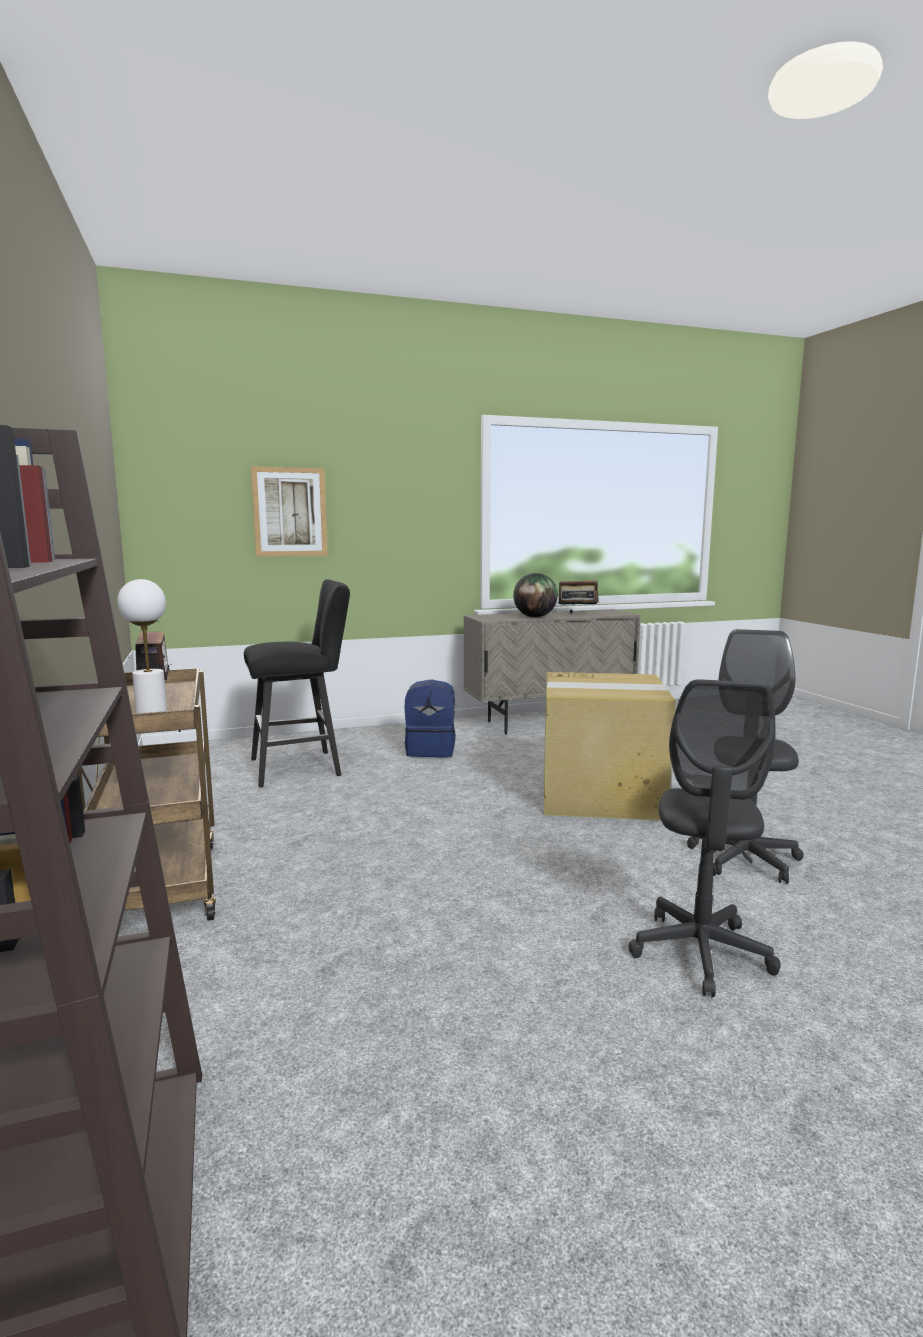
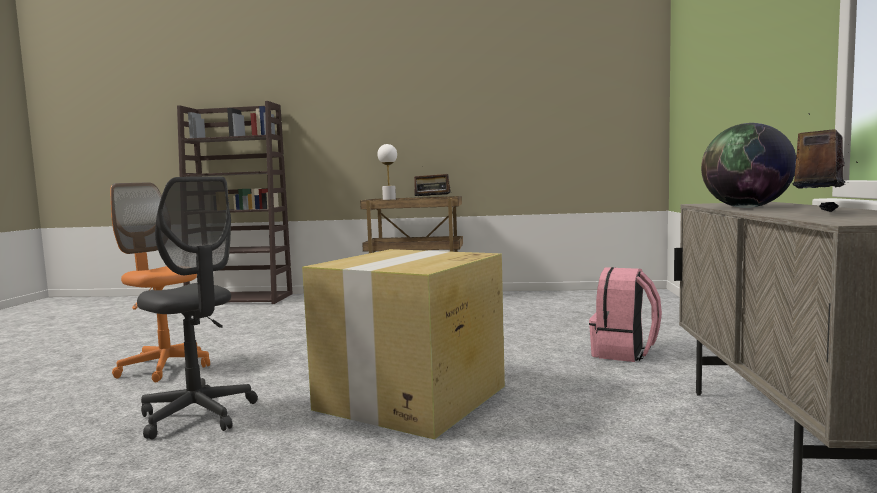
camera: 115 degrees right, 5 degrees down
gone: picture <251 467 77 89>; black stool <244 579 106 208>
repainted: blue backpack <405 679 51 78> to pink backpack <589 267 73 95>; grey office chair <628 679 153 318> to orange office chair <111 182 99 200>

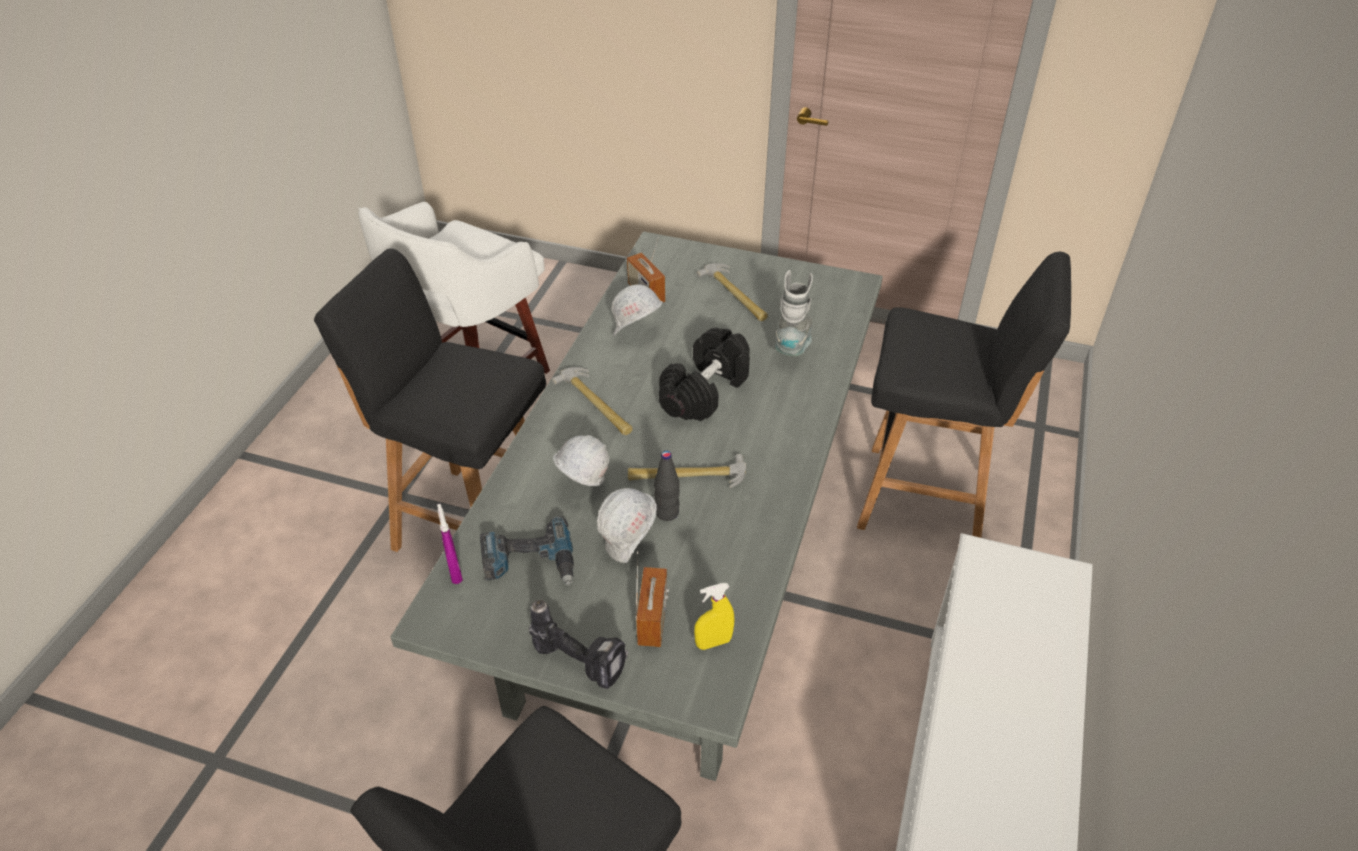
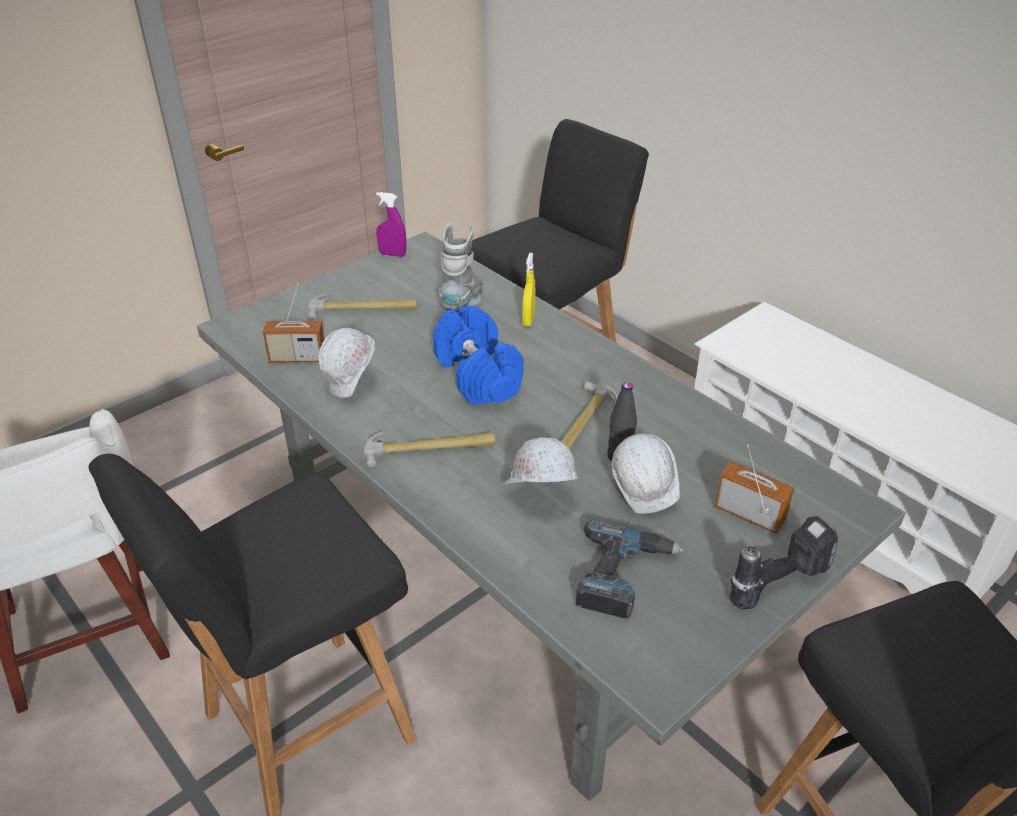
camera: 60 degrees left, 5 degrees down
shifted: purple spray bottle <437 504 26 80> to <376 192 30 65>; yellow spray bottle <694 583 40 67> to <522 253 13 74>
repainted: black dumbbell <659 328 91 93> to blue dumbbell <433 305 90 100>
rotated: grey boot <775 270 38 86> = <439 223 44 90> 60 degrees clockwise

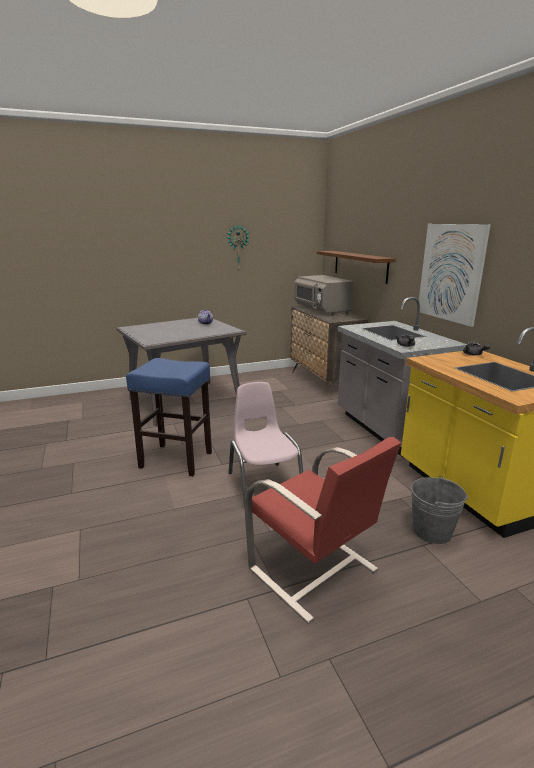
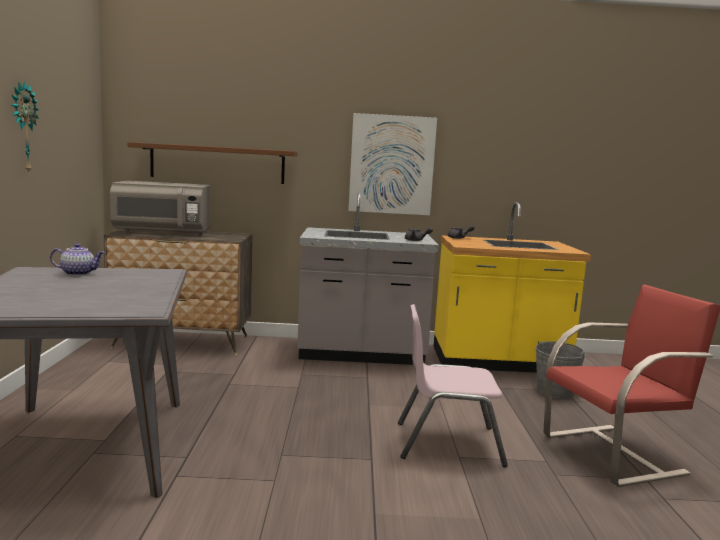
camera: 70 degrees left, 10 degrees down
gone: blue stool <126 358 86 118>

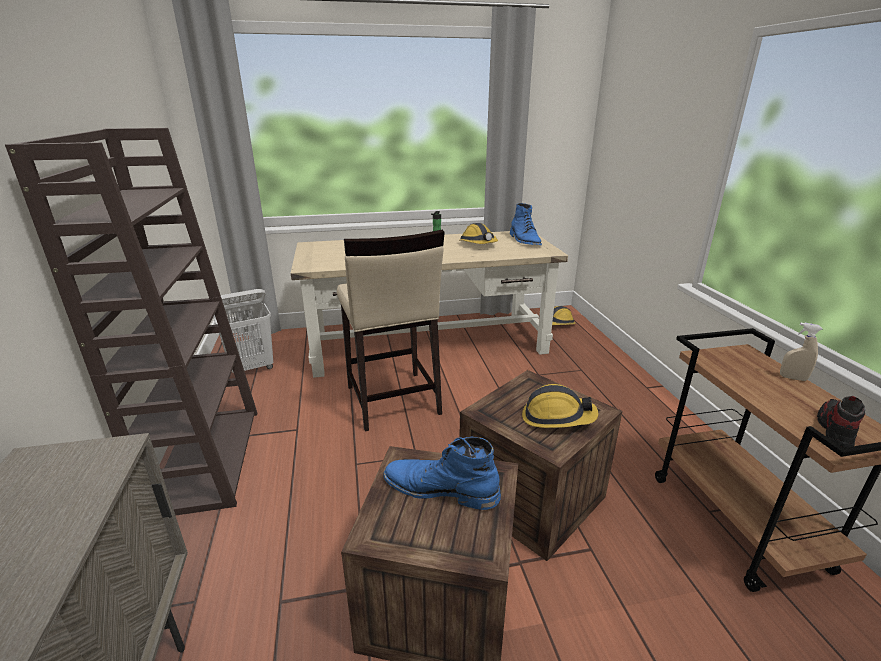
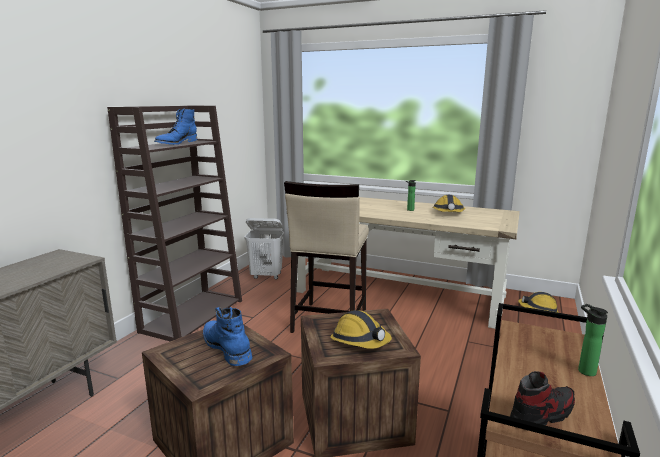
camera: 35 degrees right, 10 degrees down
shifted: blue boot <510 203 32 42> to <154 109 43 36>
swapped: beige spray bottle <780 323 43 58> to bottle <578 304 30 72>

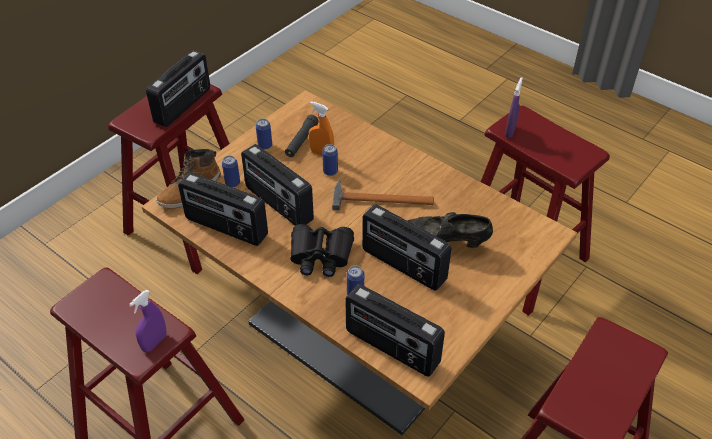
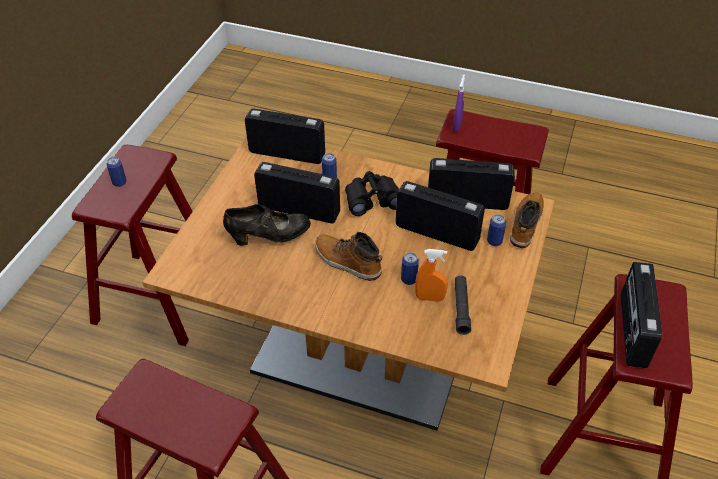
camera: 160 degrees right, 0 degrees up
gone: purple spray bottle <505 77 18 61>
shifted: can <256 118 16 32> to <106 157 21 30>
swapped: hammer <332 180 102 31> to boot <315 232 68 49>

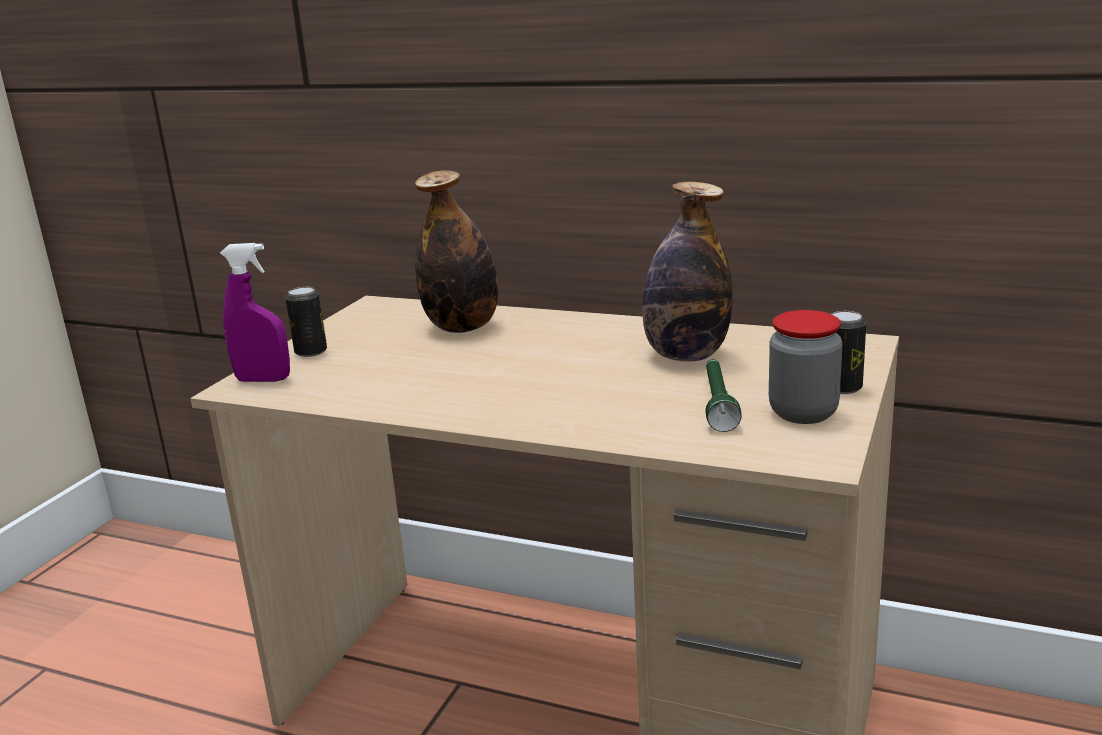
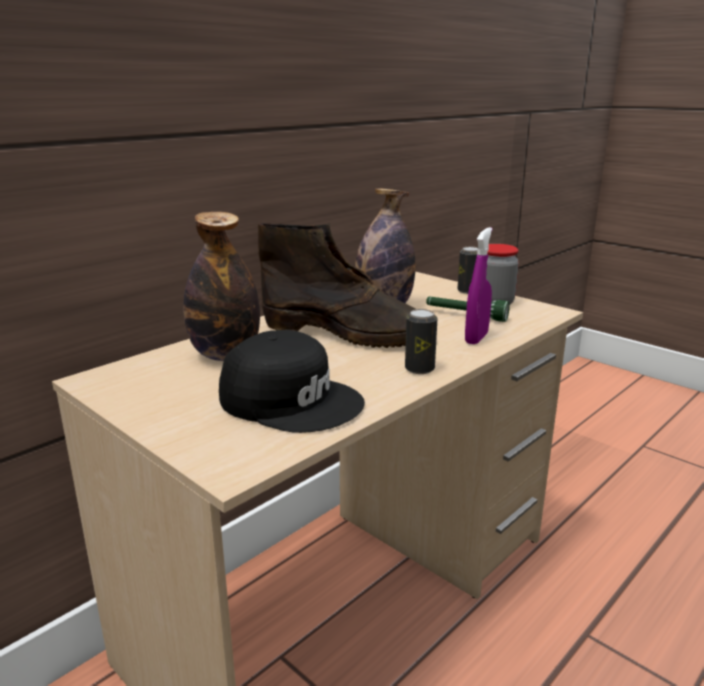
camera: 70 degrees left, 0 degrees up
new: brown boot <258 223 158 125>; black cap <219 330 146 103>
shifted: purple spray bottle <220 243 70 139> to <465 227 27 117>; can <285 287 42 70> to <405 309 33 65>

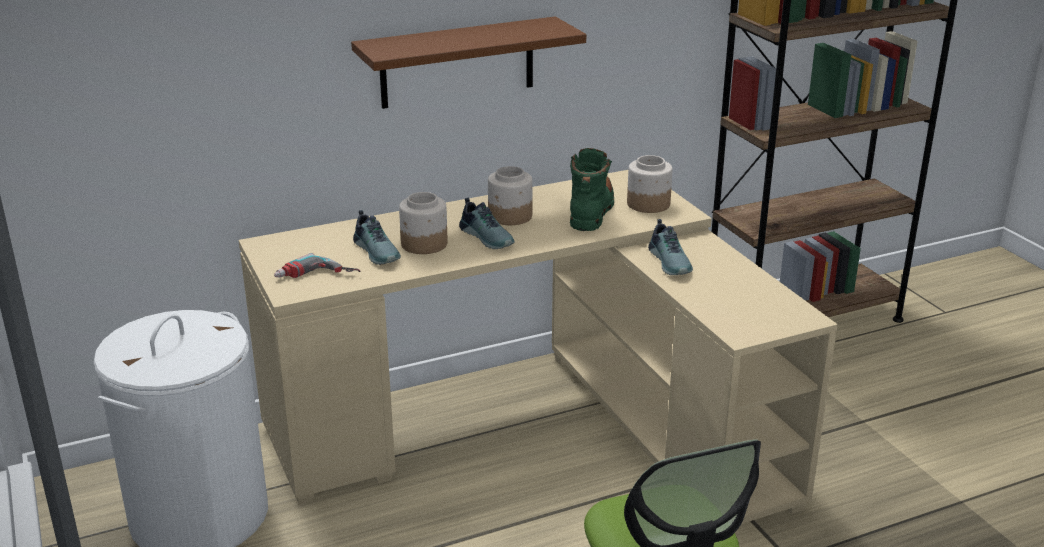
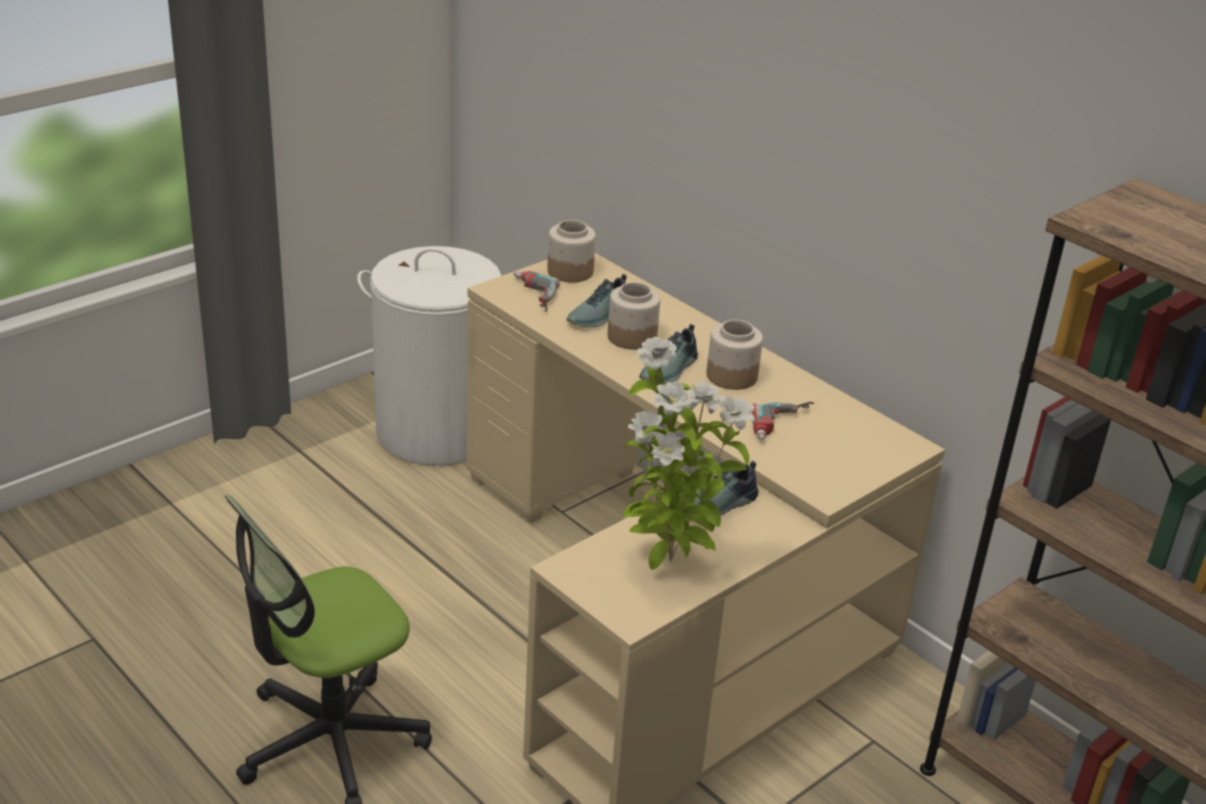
camera: 70 degrees right, 5 degrees up
gone: brown shelf <351 17 235 92>
new: potted plant <623 337 132 233>
shifted: jar <627 155 46 58> to <547 220 49 63>
swapped: green boot <570 148 44 83> to power drill <752 402 62 39>

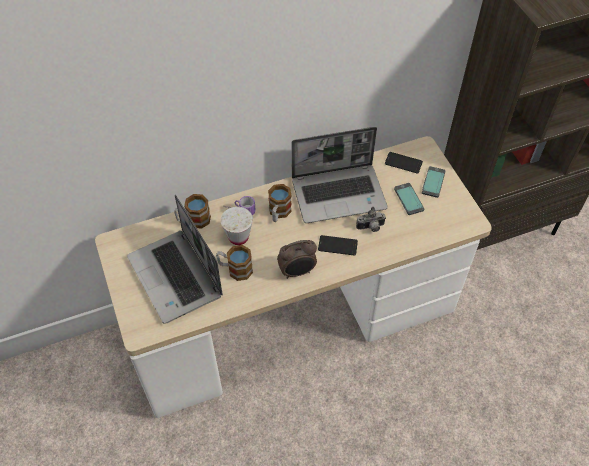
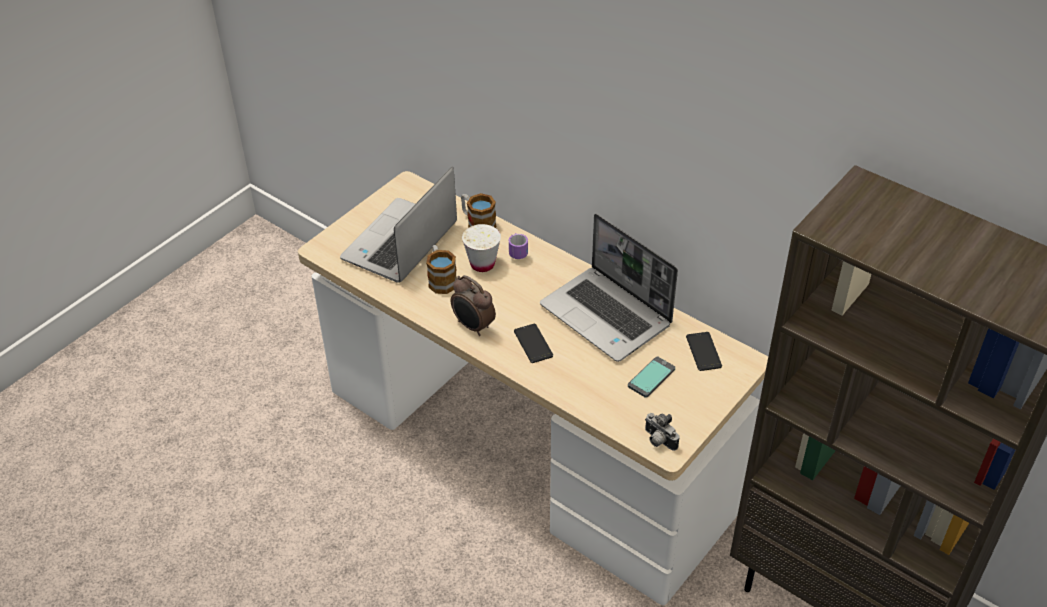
camera: 60 degrees right, 10 degrees down
gone: phone <422 166 24 32>; mug <268 184 24 38>
shifted: photo camera <356 207 30 25> to <645 413 34 38>

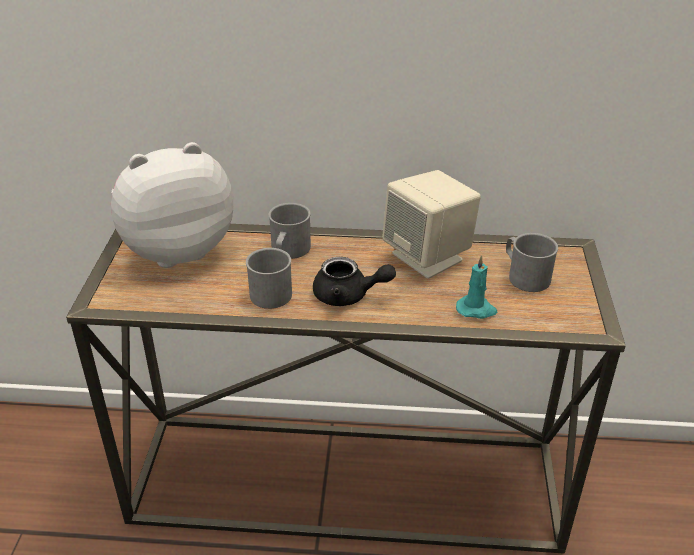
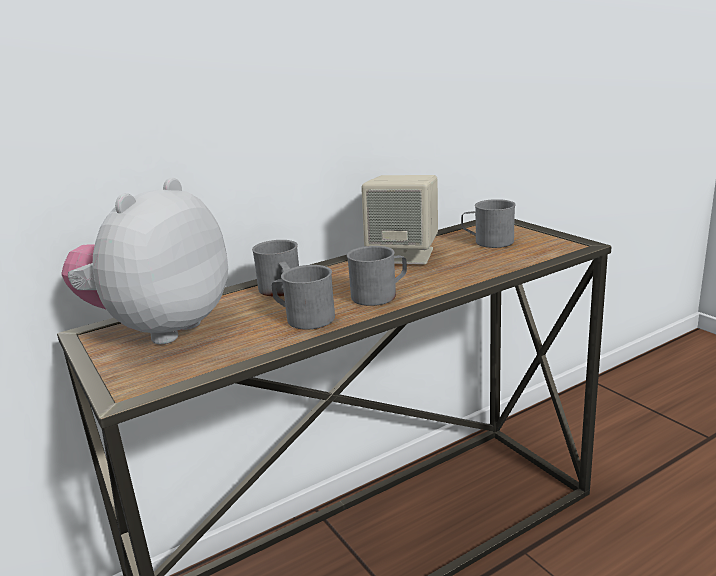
camera: 35 degrees left, 15 degrees down
gone: turquoise candle <456 255 41 64>
swapped: black teapot <313 257 83 49> to grey mug <347 246 60 60>

